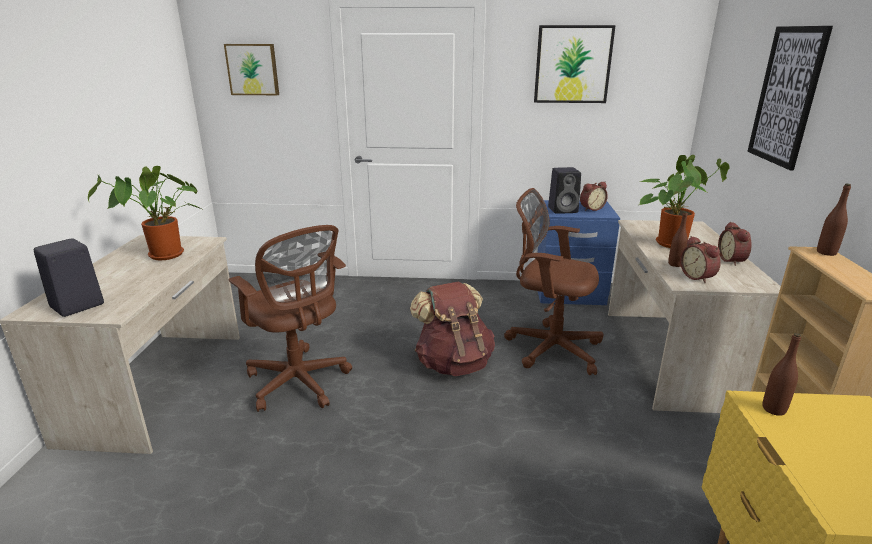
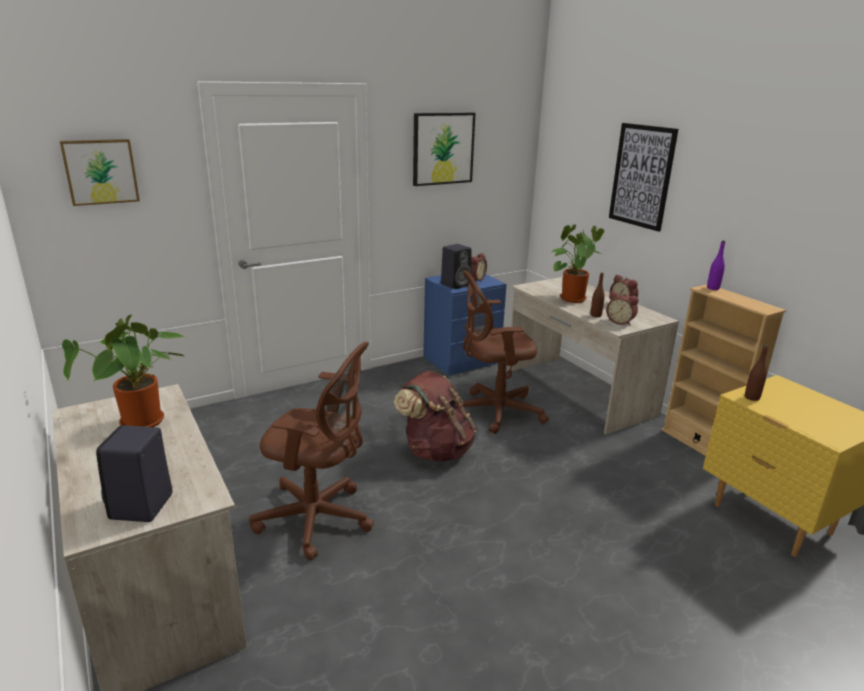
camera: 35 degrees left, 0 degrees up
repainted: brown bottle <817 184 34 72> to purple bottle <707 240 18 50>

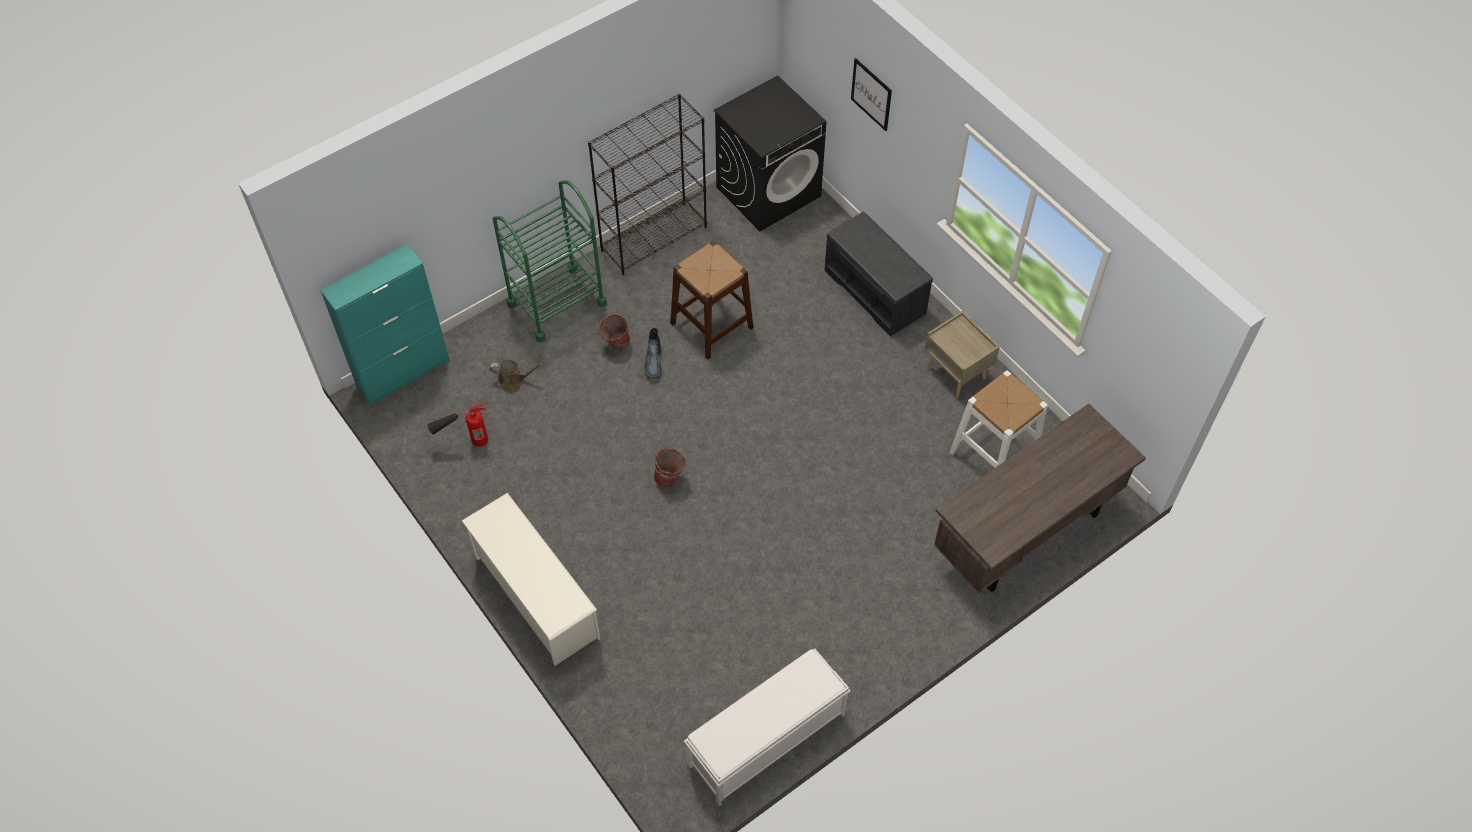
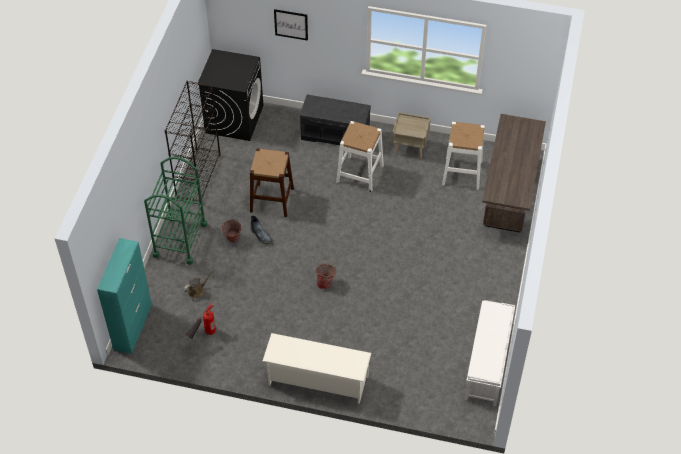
camera: 40 degrees left, 5 degrees down
new: white stool <336 121 48 71>

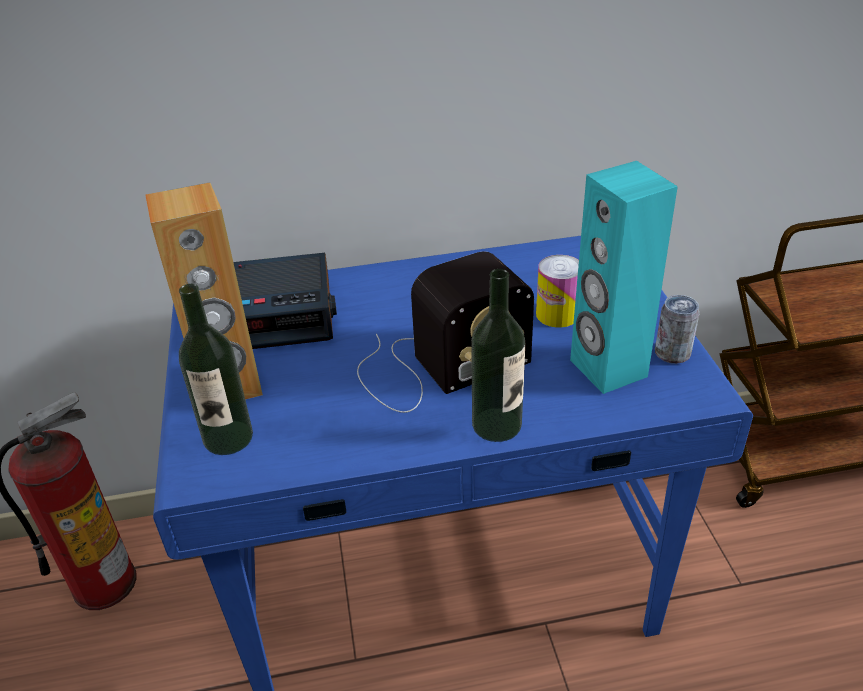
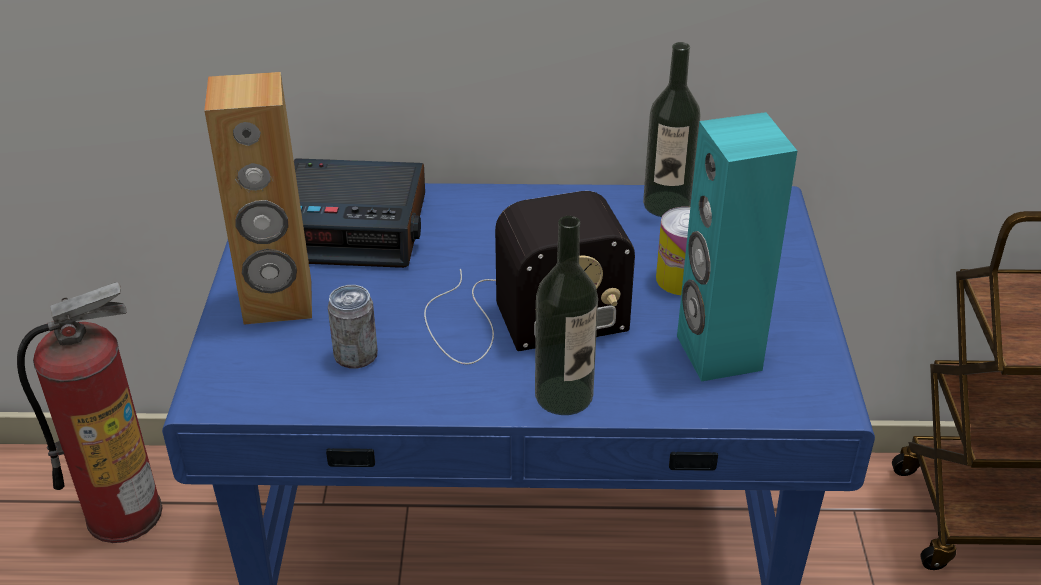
camera: 10 degrees right, 0 degrees up
shifted: bottle <179 284 74 171> to <643 42 58 175>; can <655 295 44 69> to <328 285 50 84>

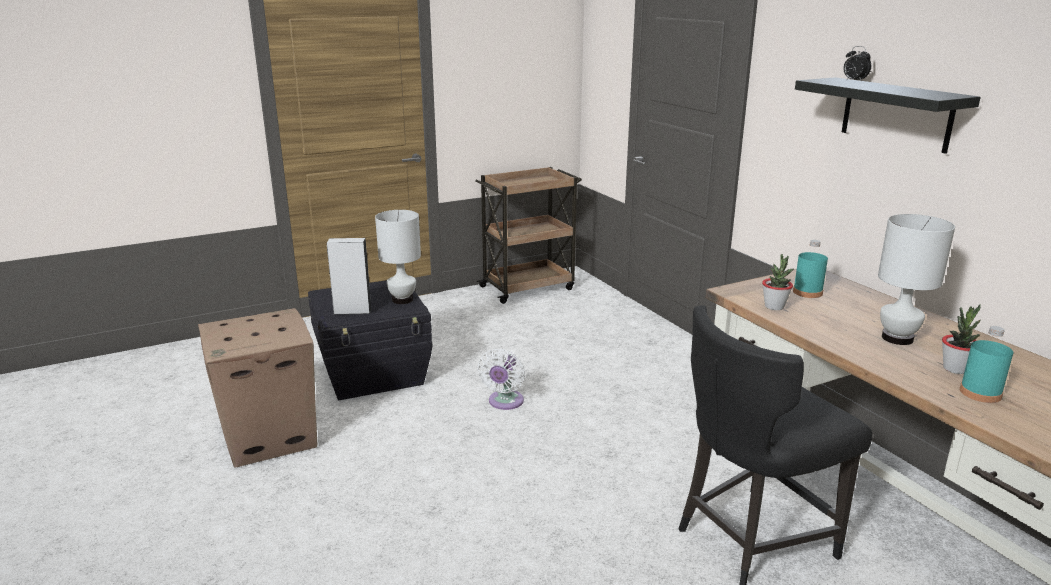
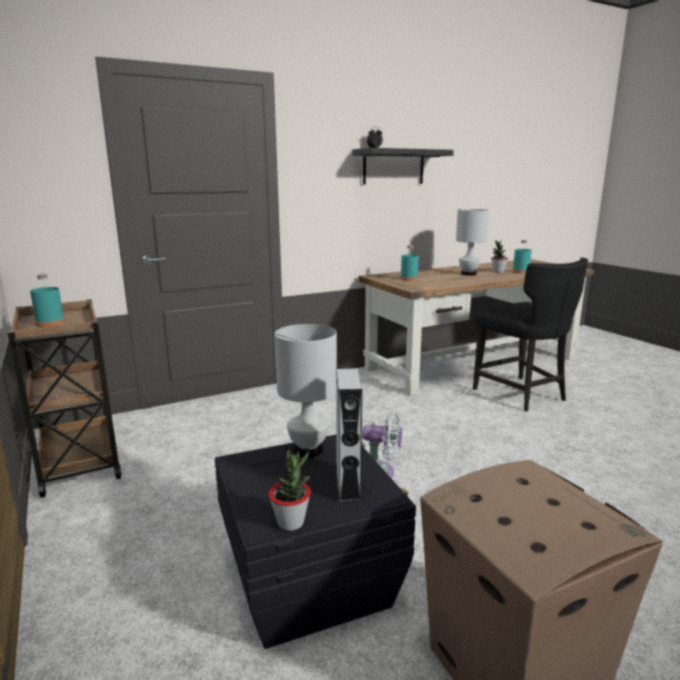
camera: 90 degrees left, 5 degrees down
new: turquoise bottle <30 274 35 53>
shifted: potted plant <762 254 32 56> to <269 450 42 81>

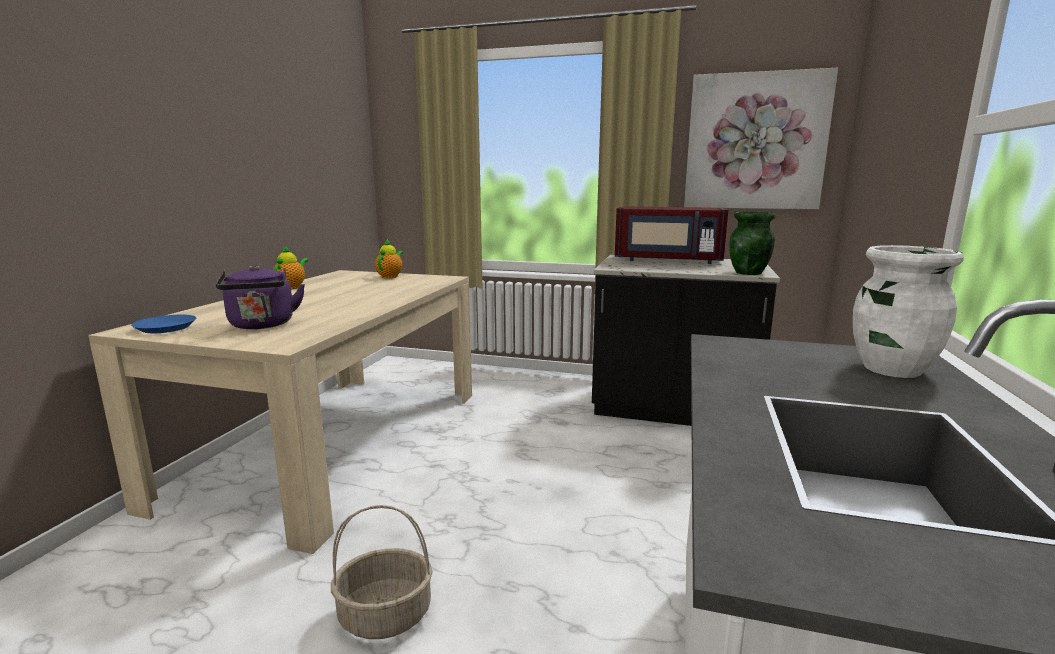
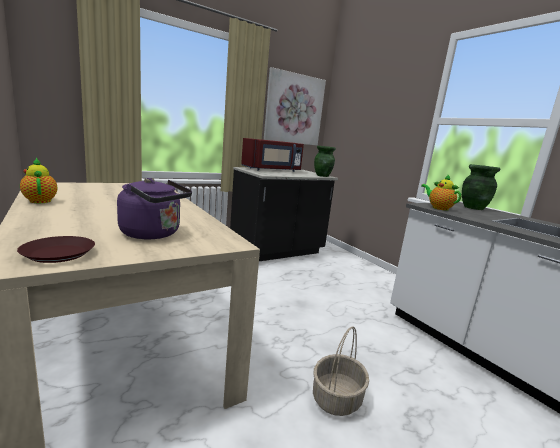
camera: 50 degrees left, 0 degrees up
shifted: teapot <375 239 28 39> to <421 175 40 36>
repainted: white vase <853 245 111 133> to green vase <462 164 38 46>; blue plate <131 315 65 18> to brown plate <17 236 78 27>

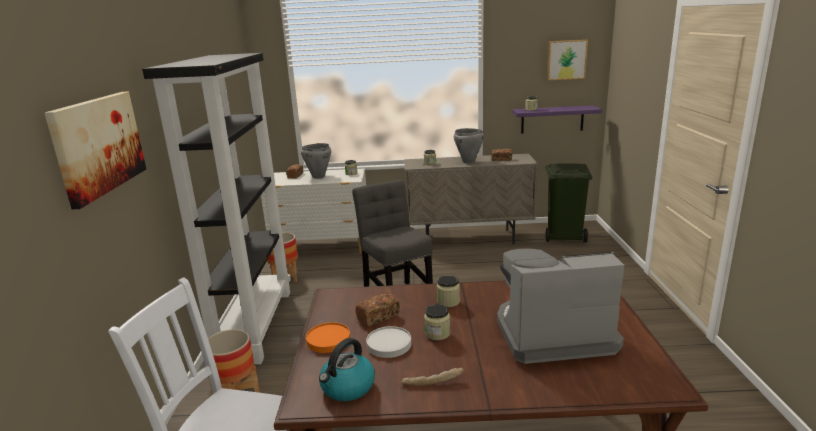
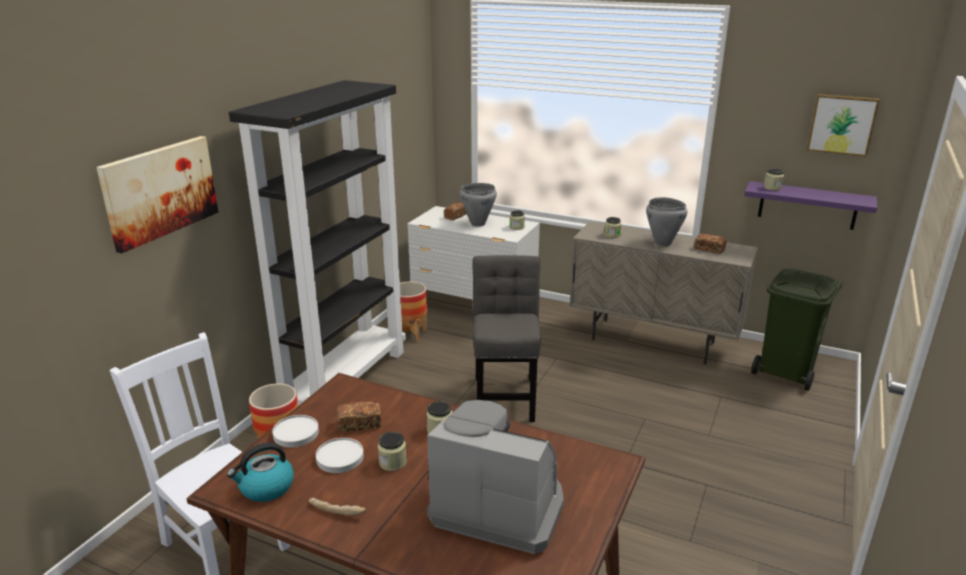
camera: 25 degrees right, 5 degrees up
repainted: orange plate <306 322 44 31> to white plate <272 415 47 33>

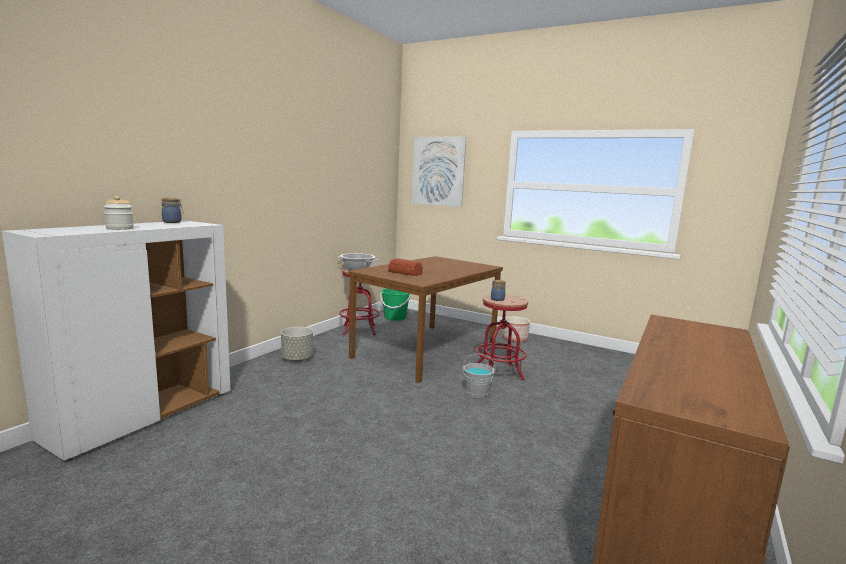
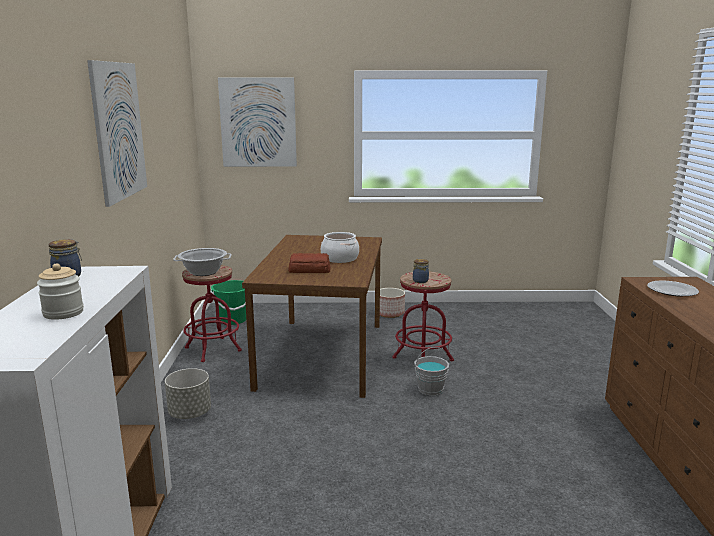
camera: 30 degrees left, 5 degrees up
new: picture <87 60 60 147>; cooking pot <321 232 38 31>; plate <647 281 52 15>

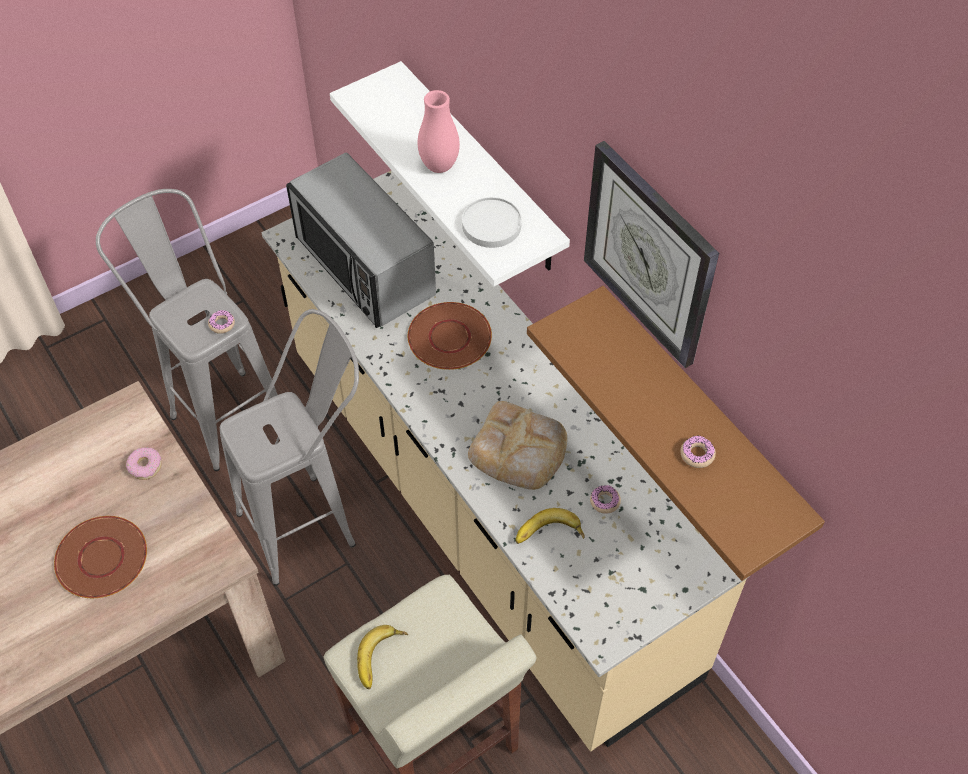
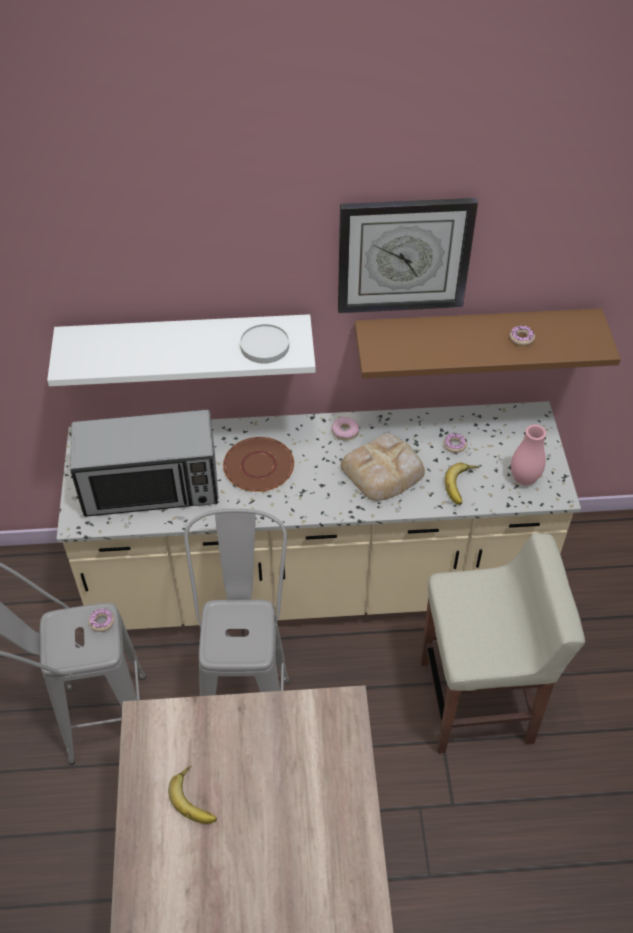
camera: 60 degrees left, 5 degrees down
gone: brown plate <54 516 93 82>
shifted: pink vase <418 90 42 83> to <511 425 35 60>; donut <126 447 36 33> to <331 417 28 24>; banana <357 625 51 64> to <168 766 49 58>

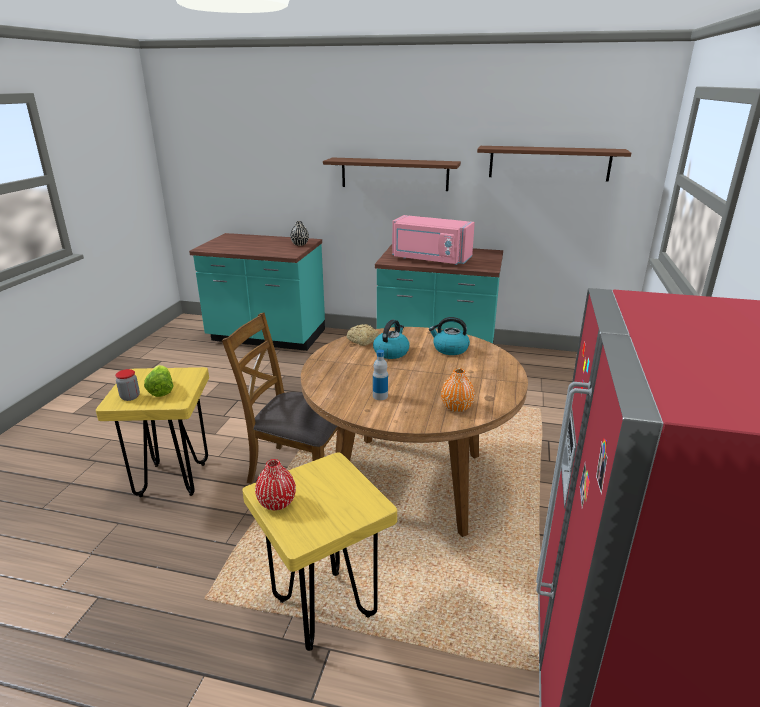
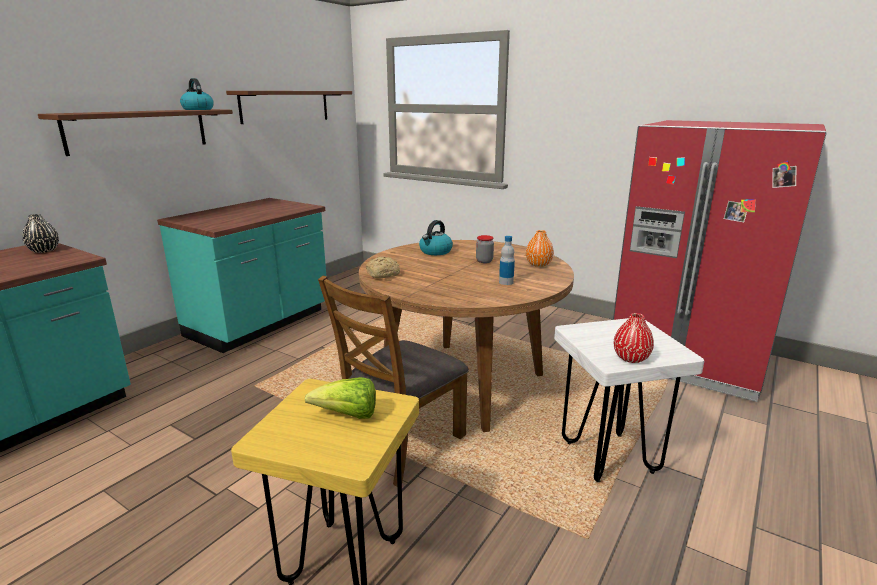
camera: 70 degrees left, 5 degrees down
gone: pink microwave <392 215 83 50>
shifted: kettle <373 319 37 40> to <180 78 34 32>; jar <115 369 25 32> to <476 235 18 28>
repainted: yellow stool <243 452 154 199> to white stool <554 318 151 164>

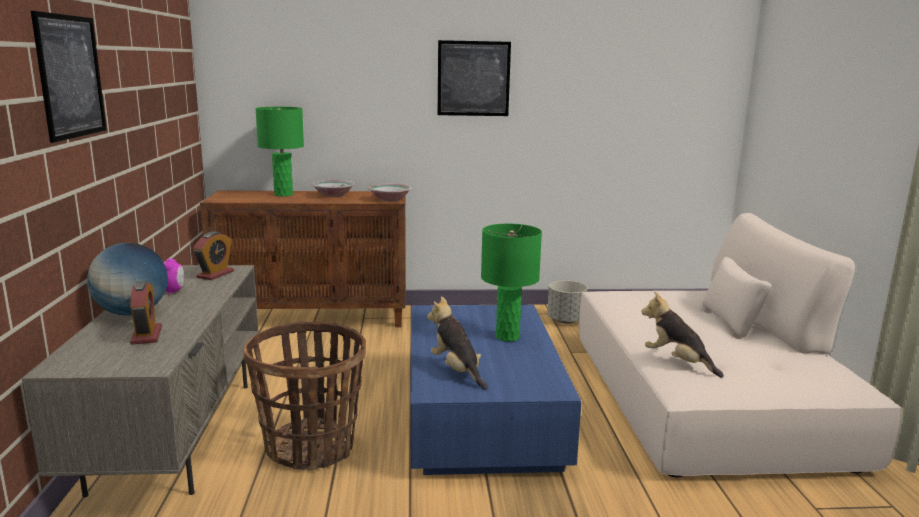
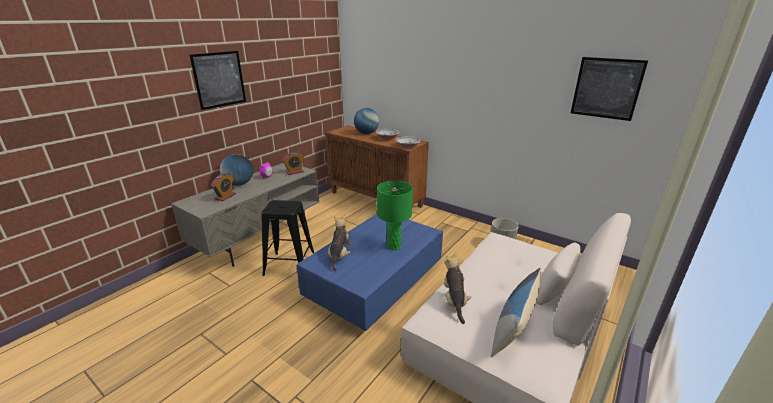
camera: 40 degrees right, 10 degrees up
new: pillow <491 268 50 90>
shifted: picture <438 40 73 76> to <571 57 77 64>
swapped: green table lamp <255 107 49 89> to globe <354 108 25 26>; basket <244 321 122 150> to black stool <261 200 53 76>

